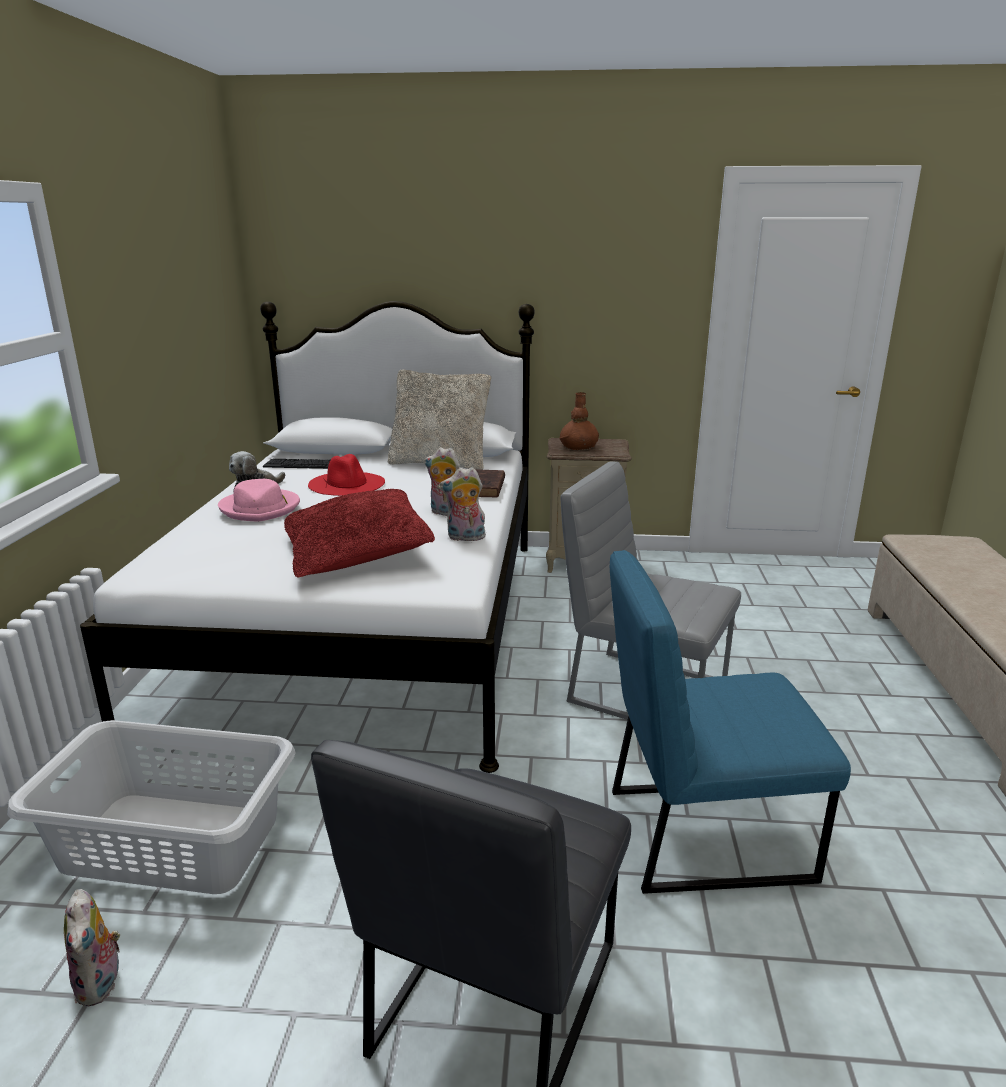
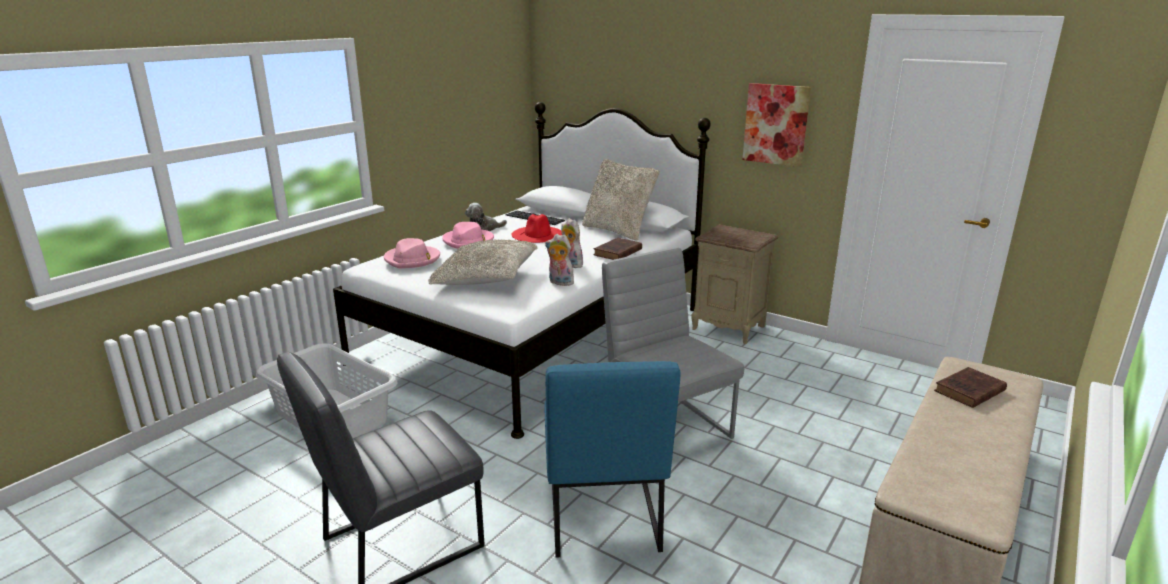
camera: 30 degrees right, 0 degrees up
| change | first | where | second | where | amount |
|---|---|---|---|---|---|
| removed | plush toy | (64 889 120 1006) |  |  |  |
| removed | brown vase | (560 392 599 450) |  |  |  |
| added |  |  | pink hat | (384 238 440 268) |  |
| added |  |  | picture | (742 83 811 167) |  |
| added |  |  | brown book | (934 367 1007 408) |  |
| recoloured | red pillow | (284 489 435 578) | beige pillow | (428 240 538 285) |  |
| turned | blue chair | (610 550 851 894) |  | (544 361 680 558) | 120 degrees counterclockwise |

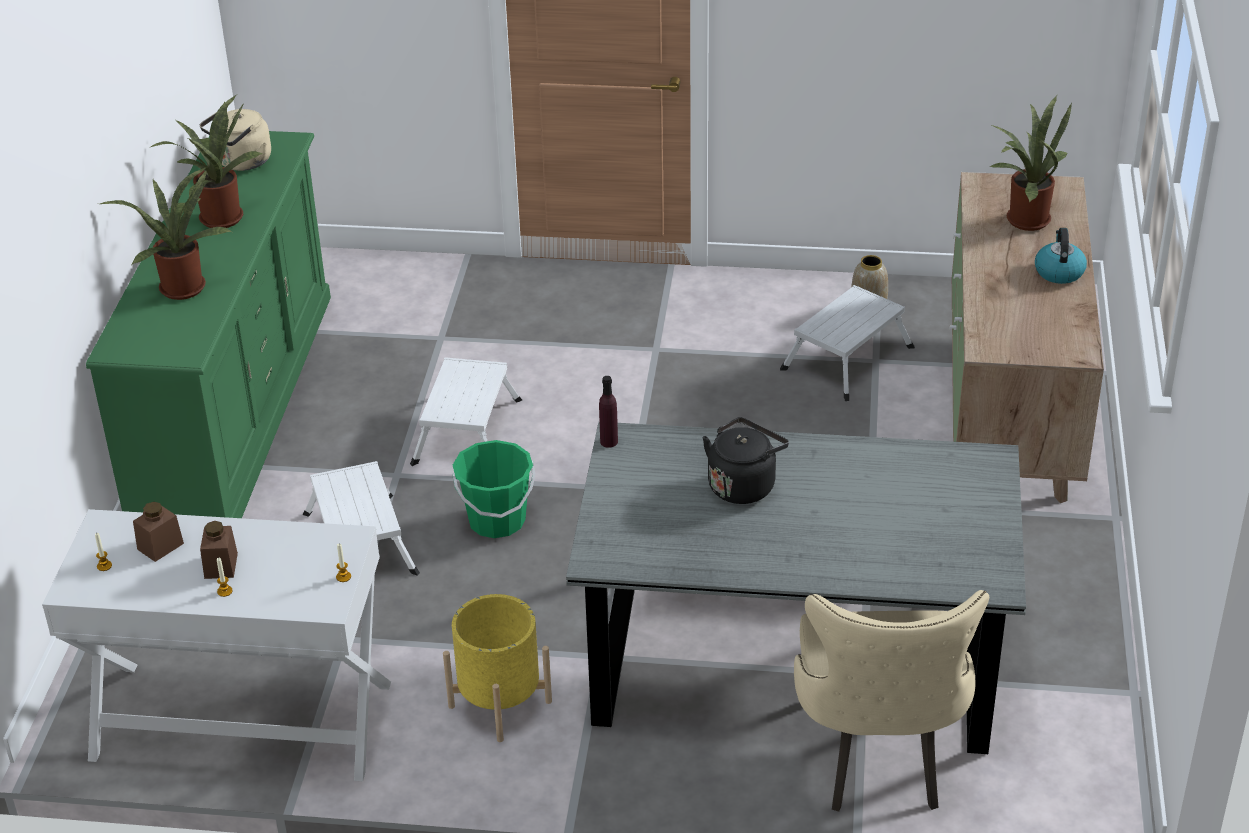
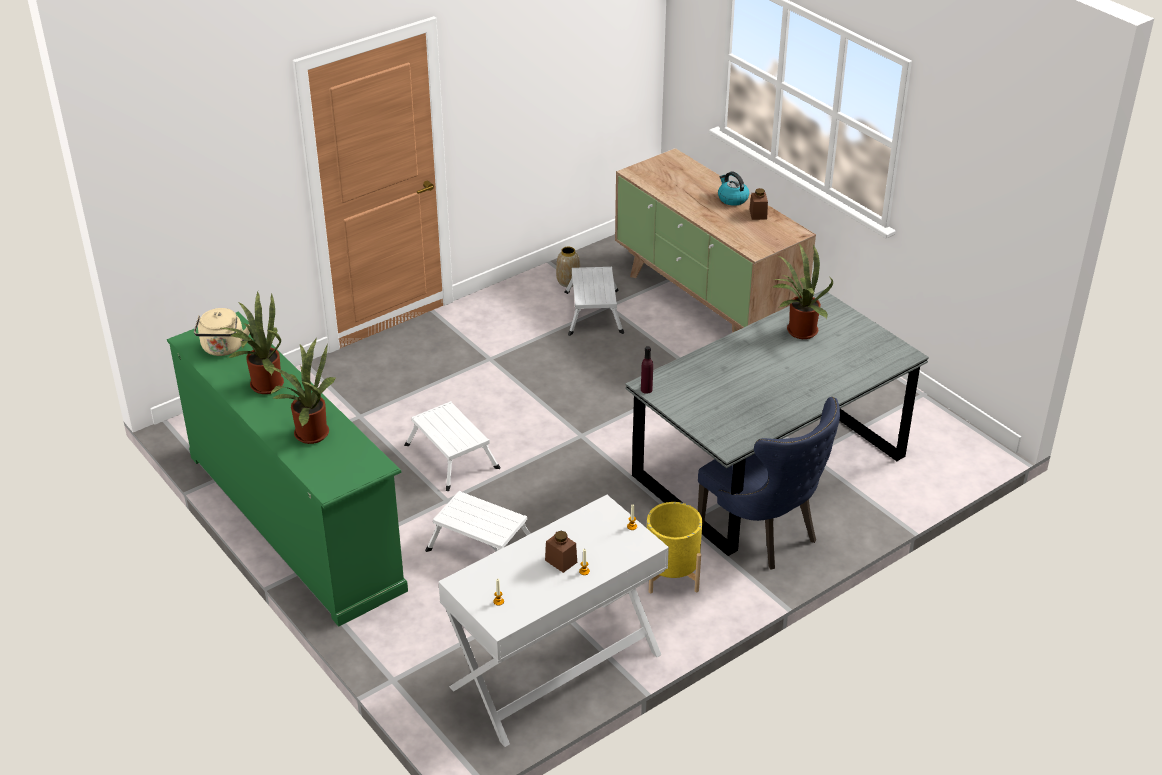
camera: 45 degrees left, 0 degrees up
| change | first | where | second | where | amount |
|---|---|---|---|---|---|
| removed | green bucket | (452 440 535 538) |  |  |  |
| removed | black kettle | (702 417 789 504) |  |  |  |
| removed | beige chair | (794 590 989 811) |  |  |  |
| added |  |  | blue chair | (698 397 840 570) |  |
| moved | brown jar | (133 502 184 562) |  | (749 188 768 220) |  |
| moved | potted plant | (990 96 1072 231) |  | (772 244 833 339) |  |

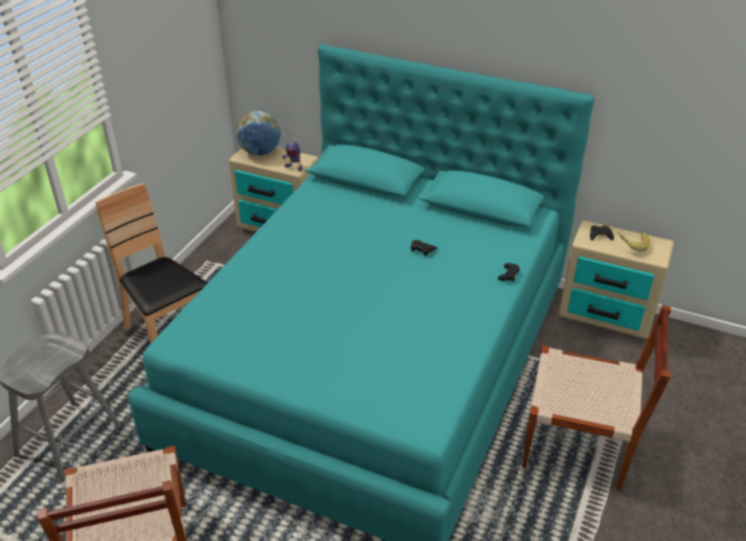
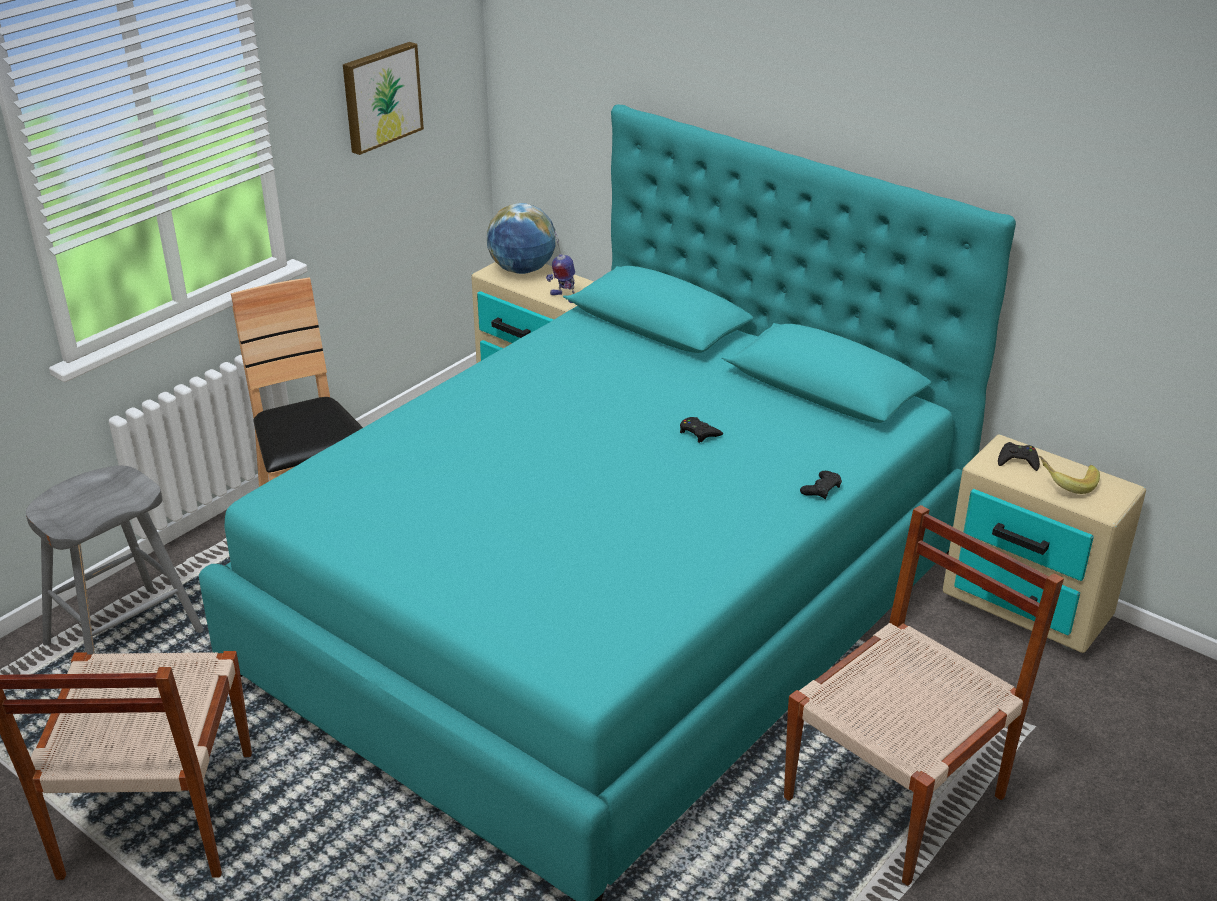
camera: 15 degrees right, 5 degrees down
| change | first | where | second | where | amount |
|---|---|---|---|---|---|
| added |  |  | picture | (343 42 424 155) |  |
| turned | chair | (522 305 671 491) |  | (784 505 1064 886) | 75 degrees counterclockwise |

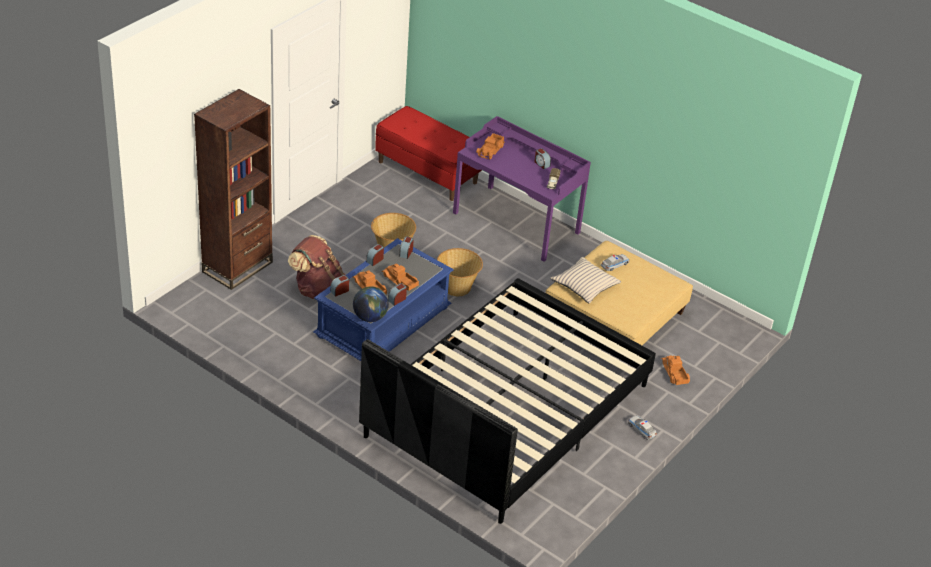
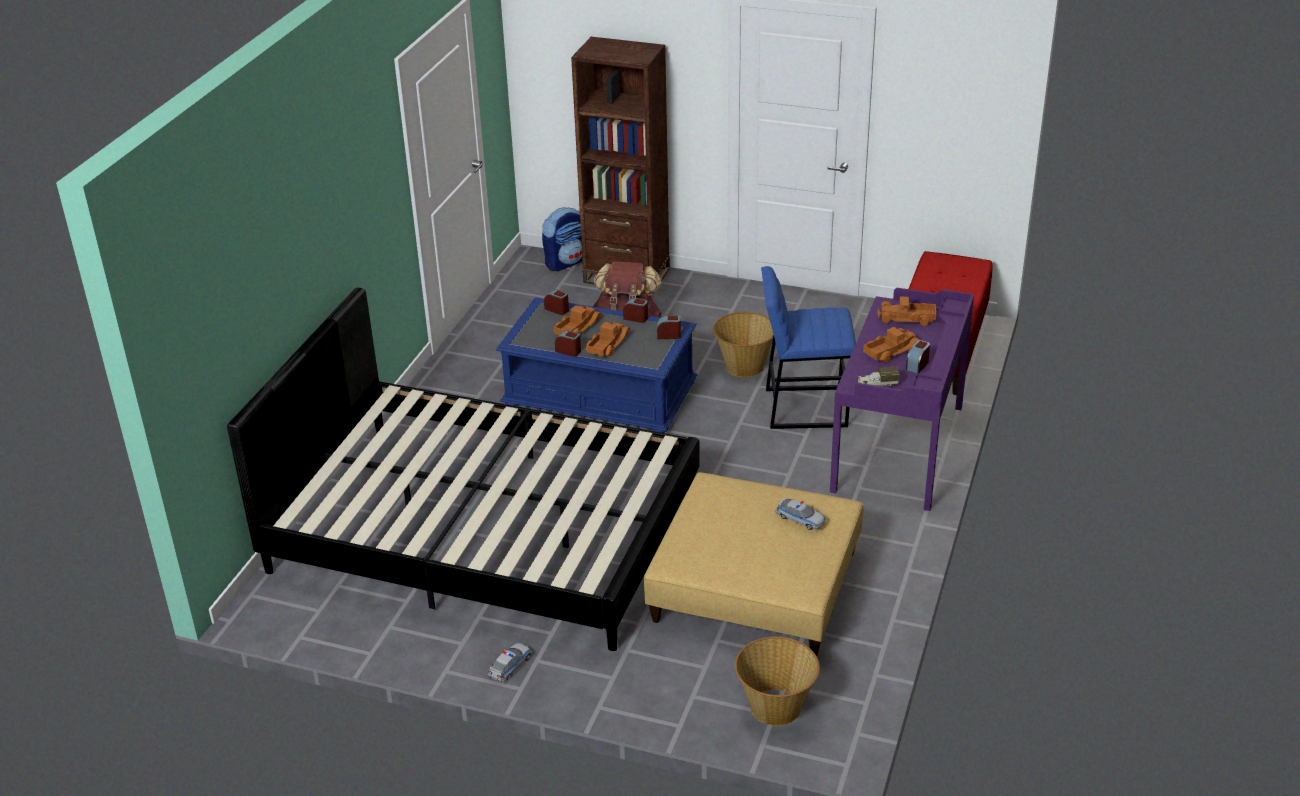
camera: 75 degrees right, 5 degrees down
| change | first | where | second | where | amount |
|---|---|---|---|---|---|
| removed | globe | (353 286 389 322) |  |  |  |
| removed | beige pillow | (550 257 621 304) |  |  |  |
| added |  |  | backpack | (542 207 582 271) |  |
| added |  |  | blue chair | (761 266 856 429) |  |
| moved | basket | (437 248 483 296) |  | (735 636 820 726) |  |
| moved | toy truck | (661 355 690 385) |  | (863 327 920 363) |  |

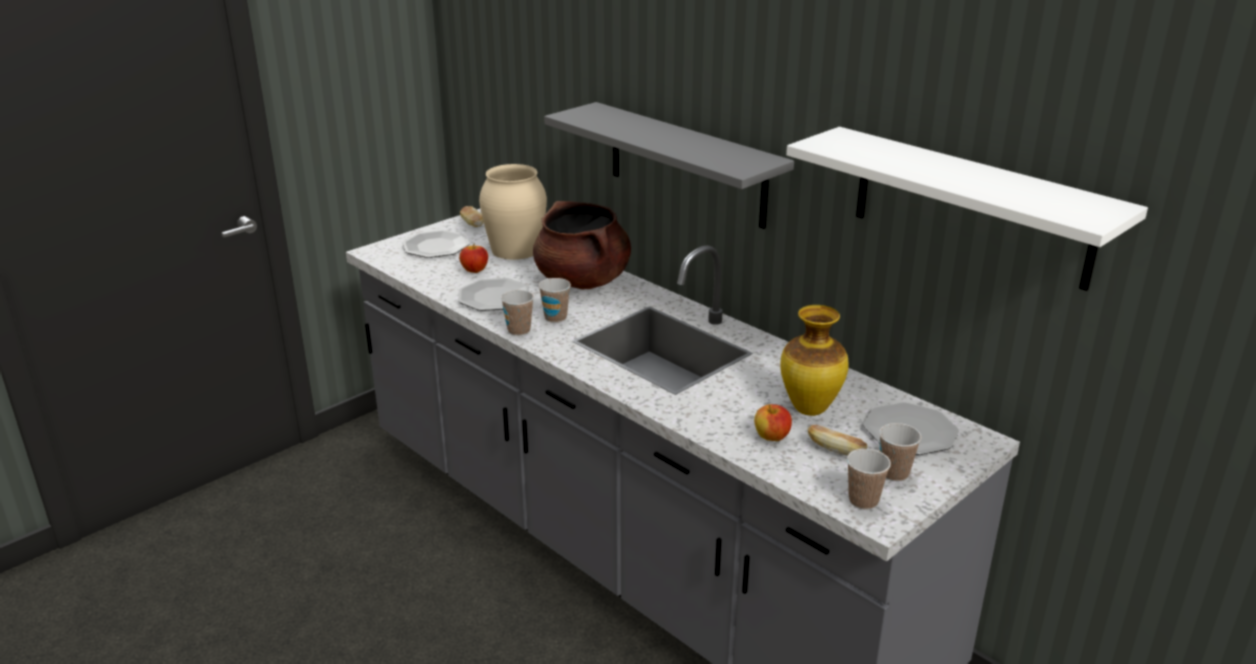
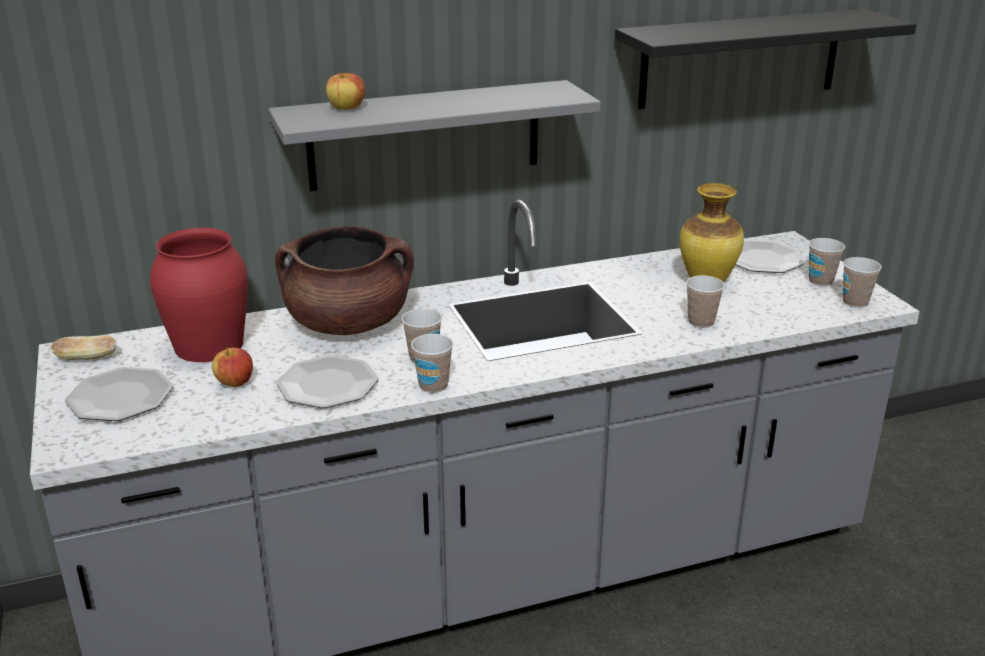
camera: 65 degrees left, 0 degrees up
| change | first | where | second | where | amount |
|---|---|---|---|---|---|
| removed | bread | (808 425 867 456) |  |  |  |
| added |  |  | cup | (686 275 725 328) |  |
| moved | apple | (754 404 792 441) |  | (326 71 365 110) |  |
| recoloured | beige vase | (479 164 547 260) | red vase | (150 228 248 362) |  |
| recoloured | white shelf | (786 127 1148 291) | black shelf | (615 9 916 109) |  |

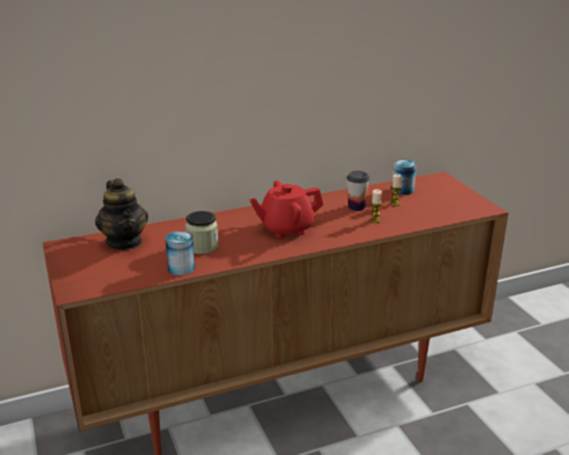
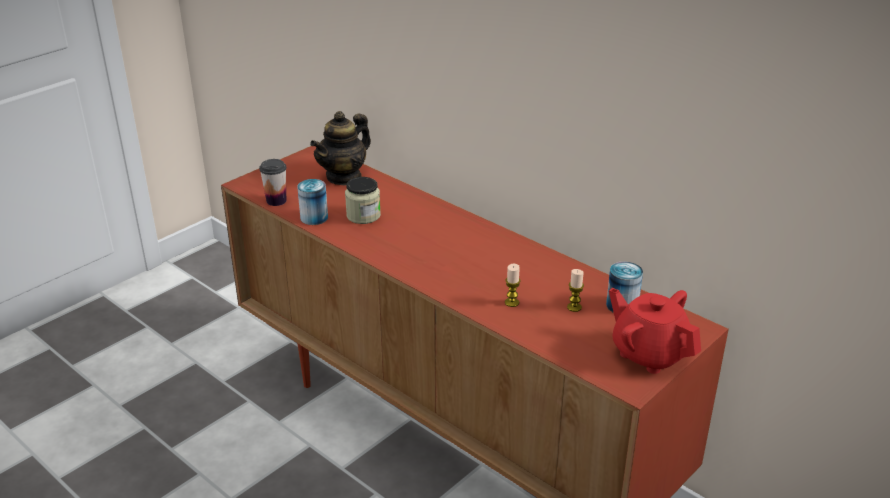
camera: 65 degrees right, 5 degrees up
| change | first | where | second | where | amount |
|---|---|---|---|---|---|
| moved | red teapot | (249 180 323 238) |  | (609 288 701 374) |  |
| moved | cup | (347 171 370 211) |  | (259 159 286 206) |  |

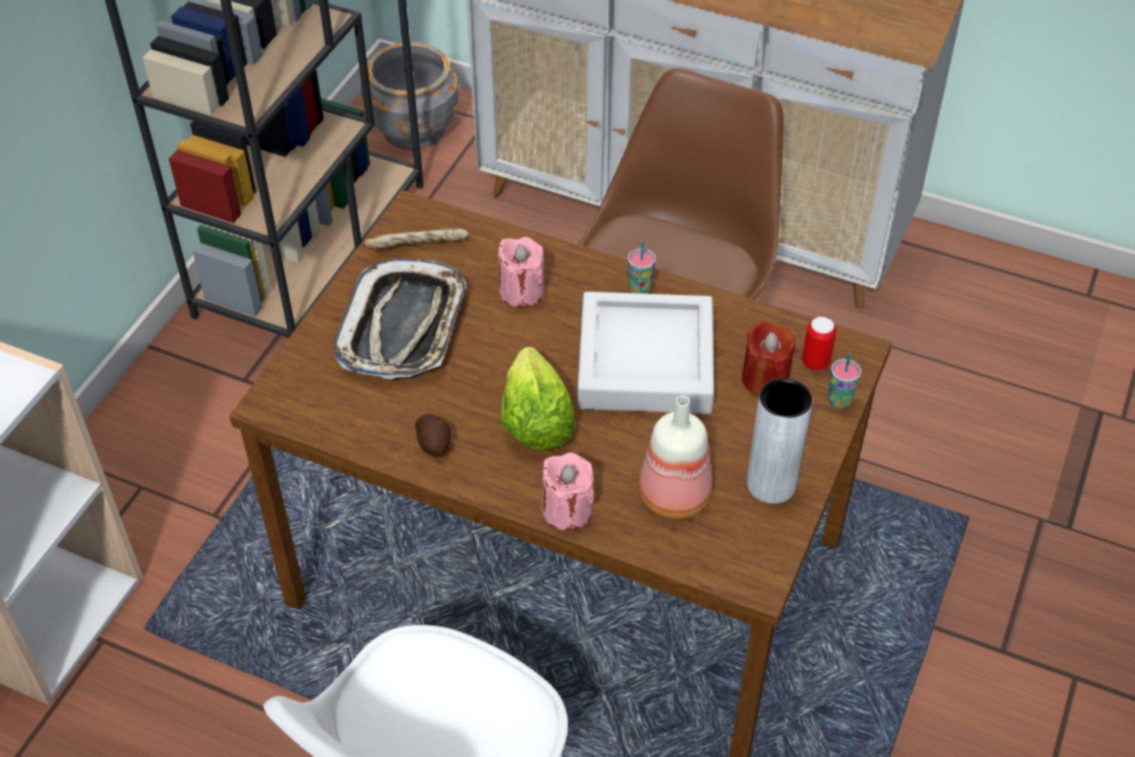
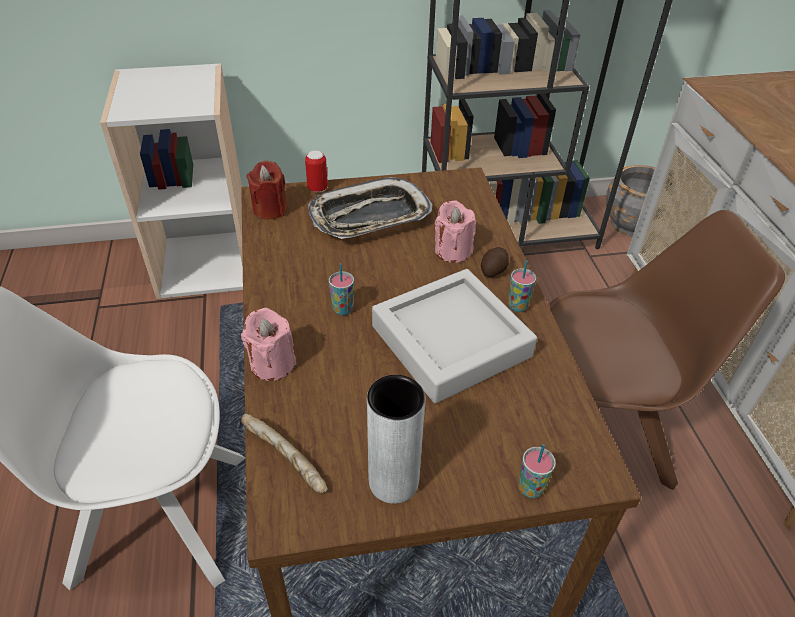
camera: 55 degrees right, 5 degrees down
| change | first | where | second | where | amount |
|---|---|---|---|---|---|
| removed | bottle | (639 396 712 519) |  |  |  |
| moved | bread | (365 229 469 249) |  | (241 414 327 493) |  |
| moved | potato | (415 414 451 457) |  | (481 247 509 277) |  |
| moved | red candle | (742 321 795 396) |  | (246 161 287 220) |  |
| moved | can | (802 317 837 370) |  | (305 151 328 193) |  |
| replaced | lettuce | (501 347 575 450) | cup | (329 263 354 315) |  |

